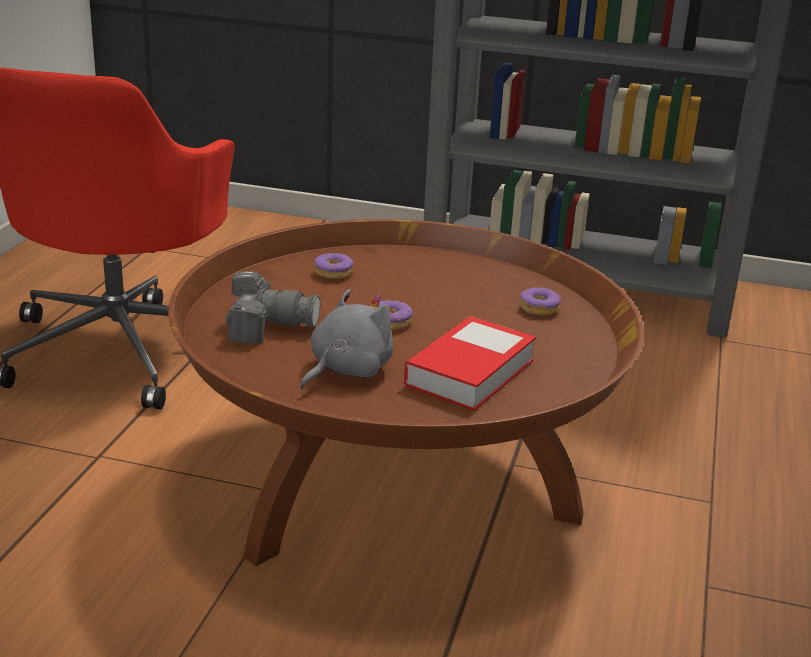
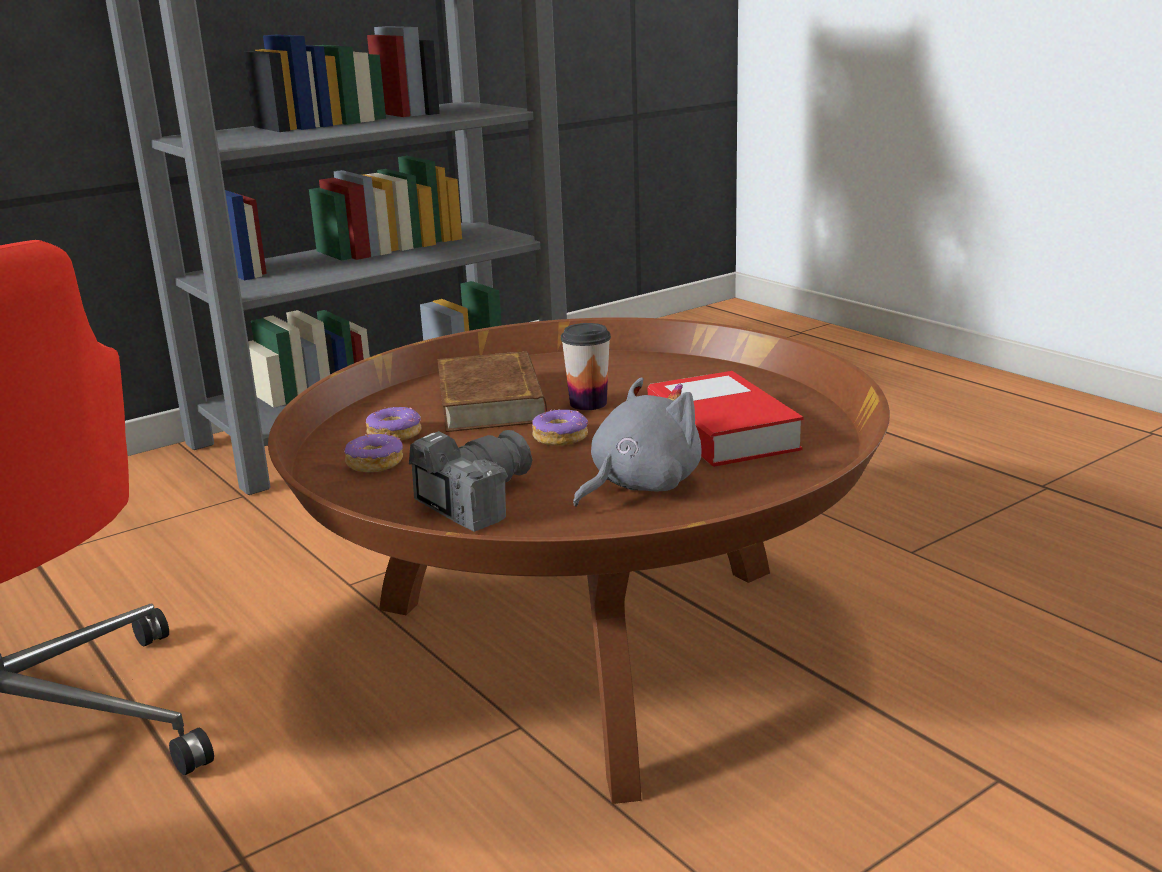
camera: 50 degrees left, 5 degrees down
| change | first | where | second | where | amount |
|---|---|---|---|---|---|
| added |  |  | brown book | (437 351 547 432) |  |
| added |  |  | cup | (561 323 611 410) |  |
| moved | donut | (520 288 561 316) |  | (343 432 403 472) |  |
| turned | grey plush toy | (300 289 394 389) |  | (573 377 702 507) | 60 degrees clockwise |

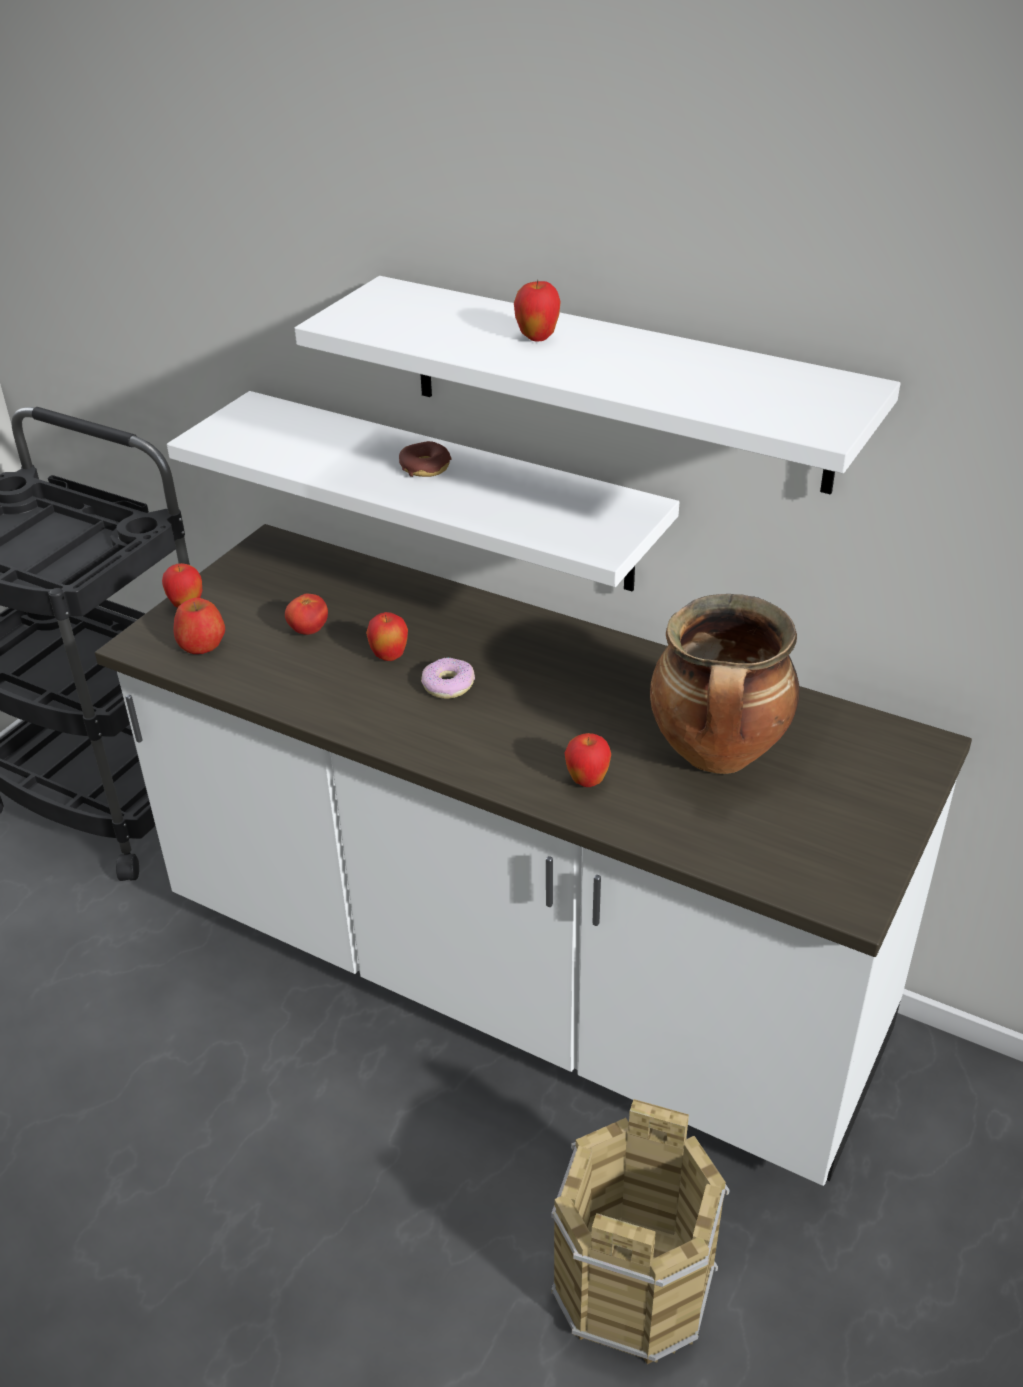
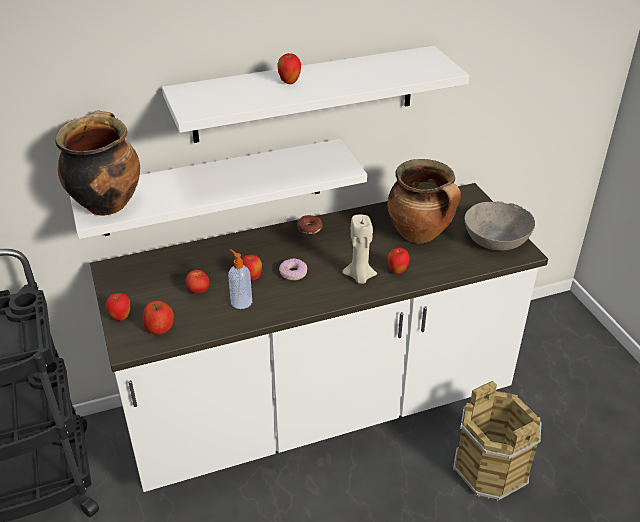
camera: 50 degrees left, 0 degrees up
| change | first | where | second | where | amount |
|---|---|---|---|---|---|
| added |  |  | cooking pot | (55 111 140 216) |  |
| added |  |  | soap dispenser | (228 249 252 309) |  |
| added |  |  | beige candle | (342 215 377 284) |  |
| added |  |  | grey bowl | (465 201 535 251) |  |
| moved | donut | (399 441 452 477) |  | (297 215 322 235) |  |

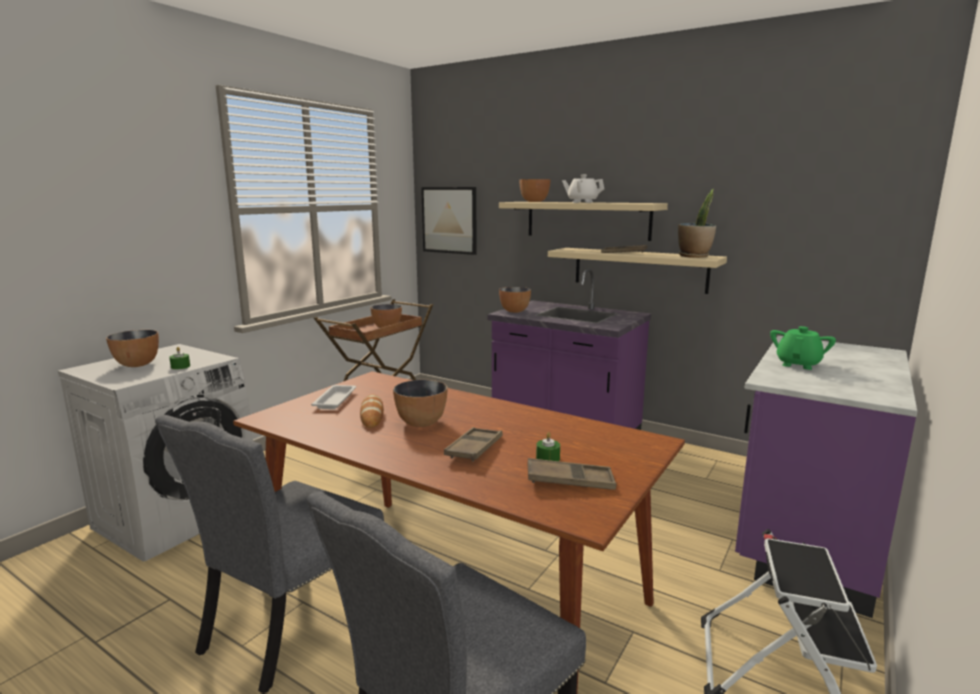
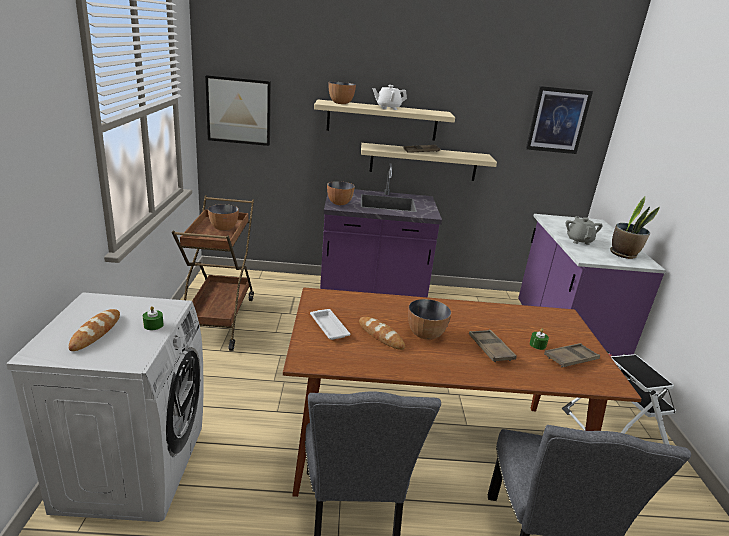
camera: 35 degrees left, 10 degrees up
| change | first | where | second | where | amount |
|---|---|---|---|---|---|
| added |  |  | picture | (526 86 593 154) |  |
| moved | potted plant | (678 189 716 258) |  | (610 196 660 259) |  |
| replaced | bowl | (106 330 159 367) | bread | (68 309 120 351) |  |
| recoloured | green teapot | (770 326 836 370) | grey teapot | (566 216 603 245) |  |

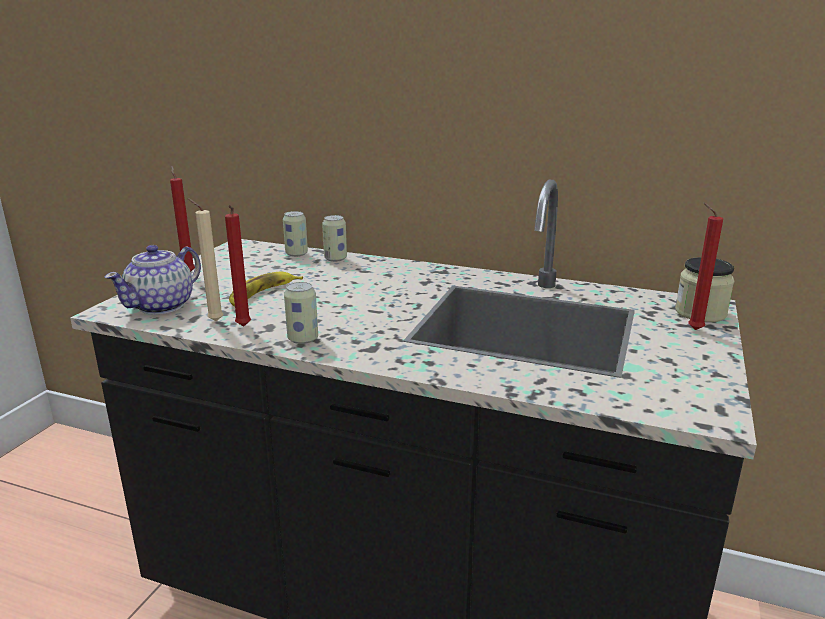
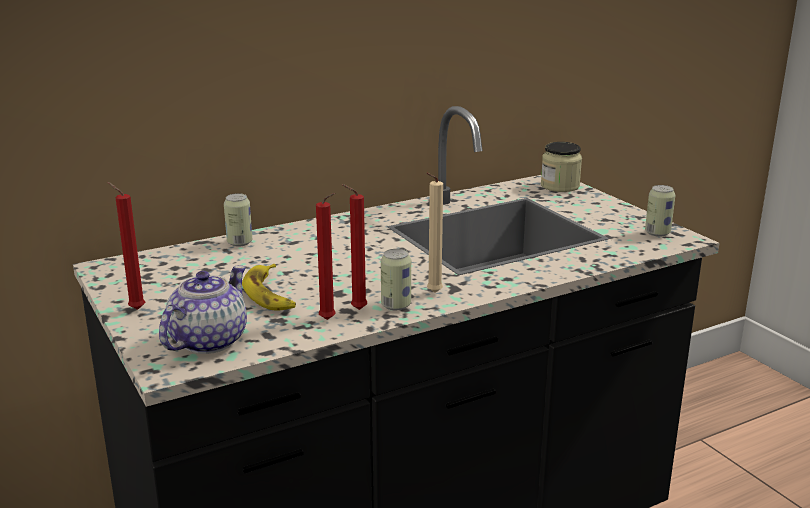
camera: 50 degrees left, 0 degrees up
| change | first | where | second | where | amount |
|---|---|---|---|---|---|
| moved | beige candle | (187 198 223 321) |  | (426 173 443 293) |  |
| moved | can | (283 211 308 257) |  | (645 185 676 237) |  |
| moved | red candle | (688 202 723 330) |  | (342 184 367 310) |  |
| turned | teapot | (105 245 201 315) |  | (159 265 247 354) | 135 degrees counterclockwise |

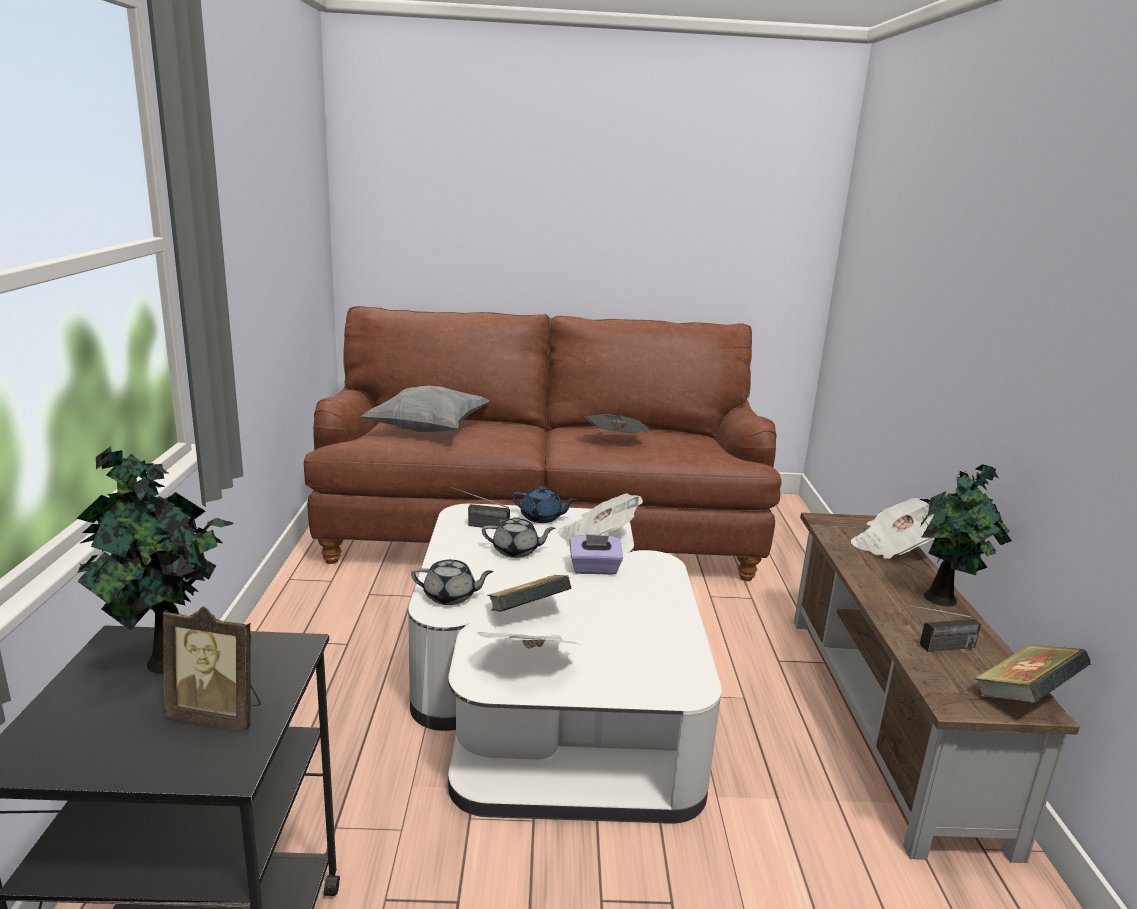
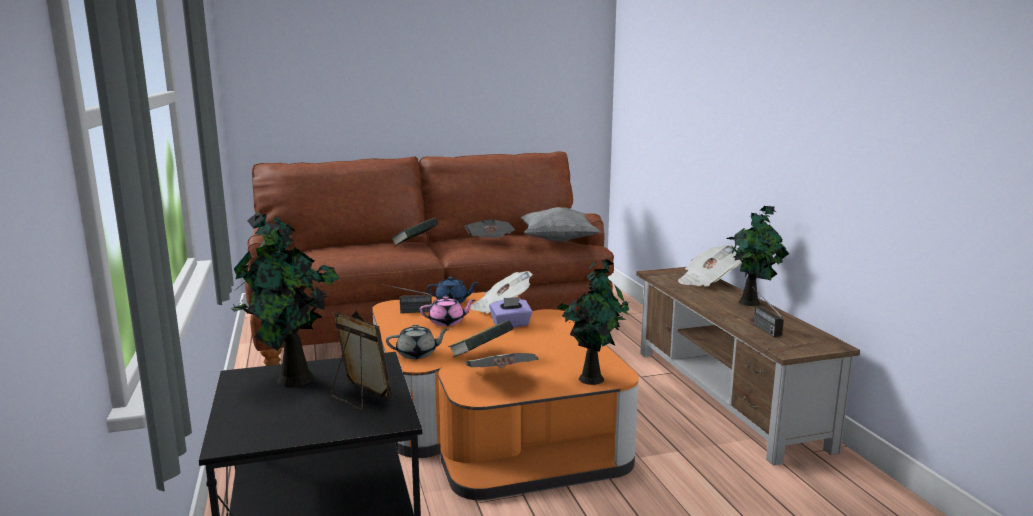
camera: 15 degrees left, 5 degrees down
| change | first | where | second | where | amount |
|---|---|---|---|---|---|
| added |  |  | potted plant | (557 259 629 385) |  |
| moved | grey pillow | (362 385 489 432) |  | (520 207 601 242) |  |
| moved | book | (974 645 1091 703) |  | (391 218 439 246) |  |
| recoloured | white coffee table | (408 503 722 824) | orange coffee table | (372 292 639 500) |  |
| recoloured | grey teapot | (482 517 556 558) | pink teapot | (420 296 475 326) |  |
| turned | picture frame | (163 606 261 730) |  | (331 311 393 410) | 135 degrees counterclockwise |
| turned | radio | (903 604 981 652) |  | (753 294 784 337) | 105 degrees clockwise |

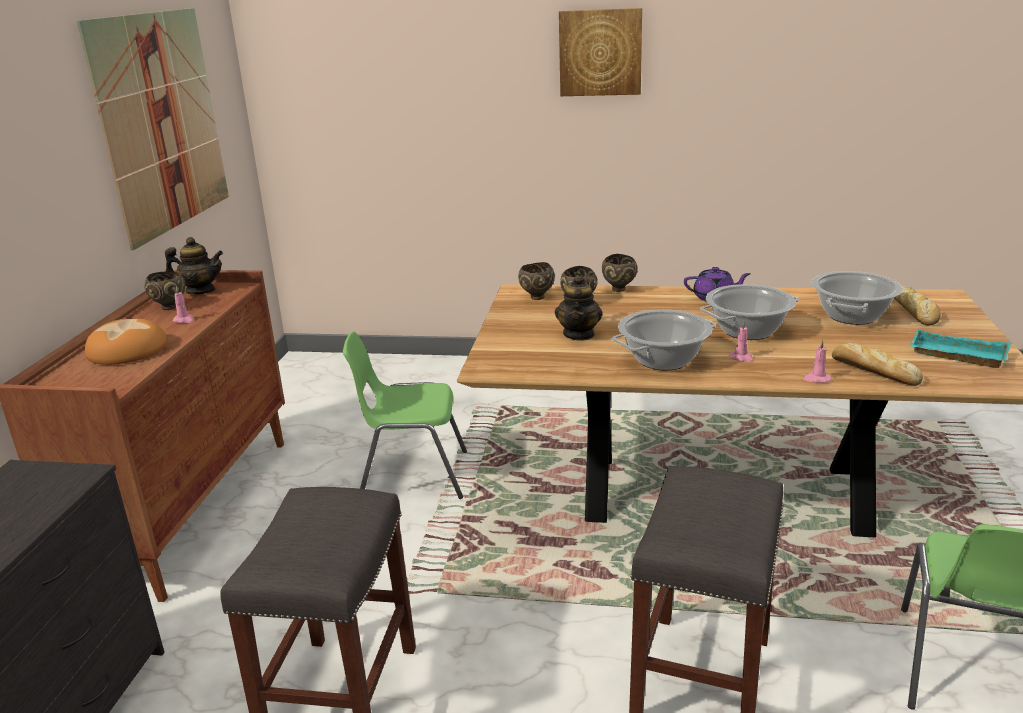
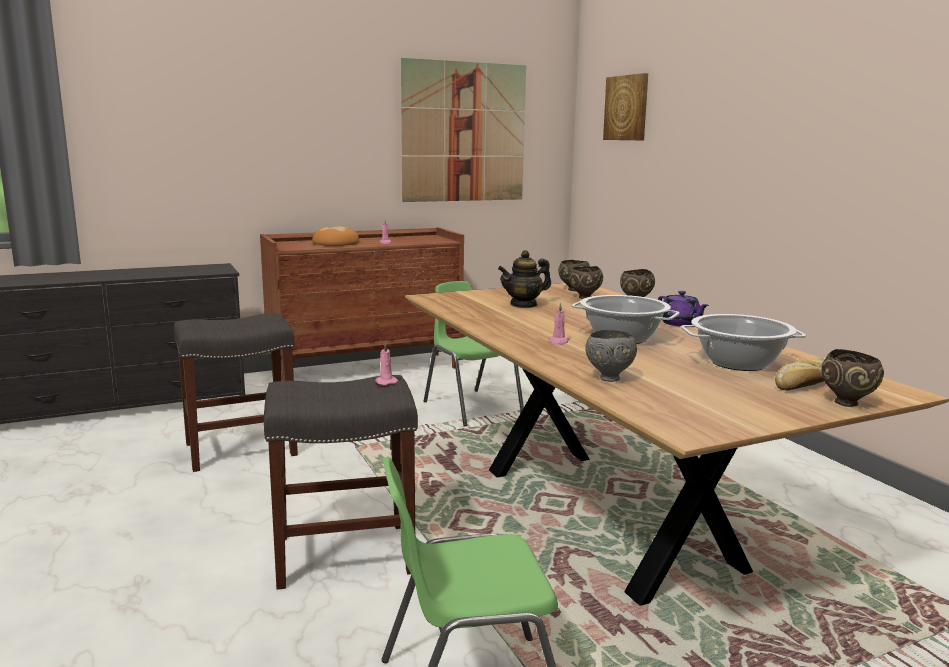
camera: 55 degrees right, 10 degrees down
| change | first | where | second | where | amount |
|---|---|---|---|---|---|
| removed | teapot | (165 237 223 295) |  |  |  |
| removed | cooking pot | (612 309 716 370) |  |  |  |
| removed | turquoise tray | (909 329 1011 368) |  |  |  |
| moved | brown bowl | (144 272 186 310) |  | (821 349 884 407) |  |
| moved | picture | (559 8 642 96) |  | (603 73 648 140) |  |
| moved | pink candle | (803 339 831 383) |  | (375 342 398 385) |  |
| replaced | bread | (832 343 923 386) | grey bowl | (585 330 637 382) |  |

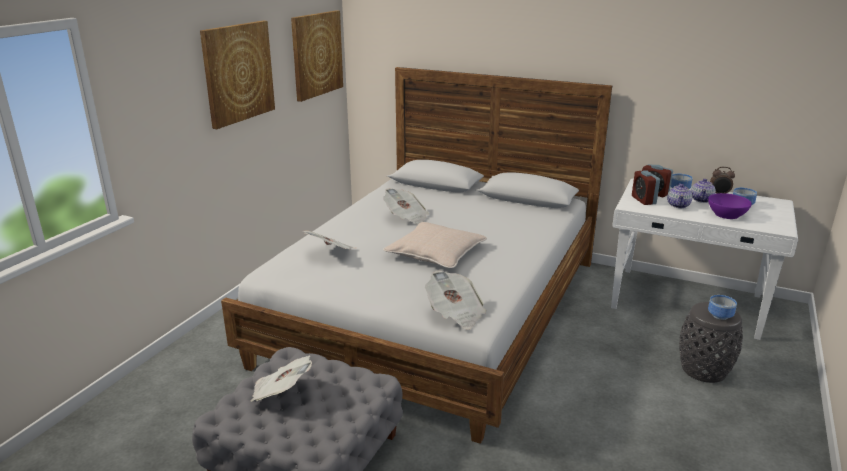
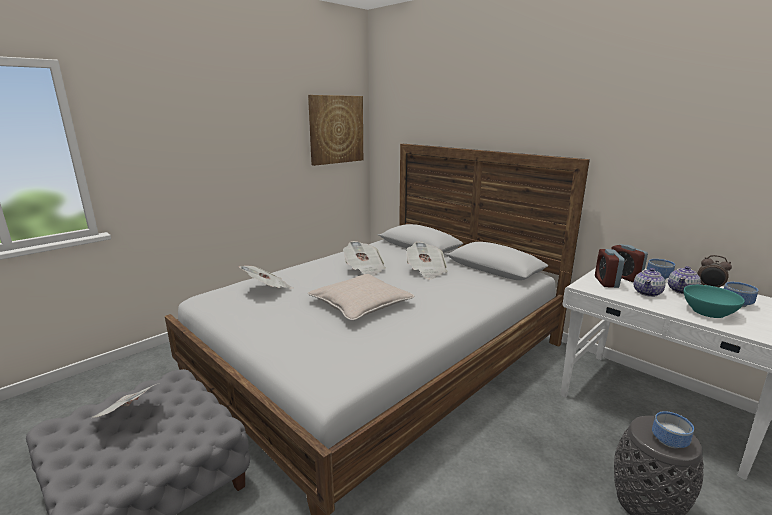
camera: 20 degrees right, 5 degrees down
| change | first | where | second | where | amount |
|---|---|---|---|---|---|
| removed | picture | (200 21 275 129) |  |  |  |
| moved | newspaper | (425 270 486 330) |  | (407 242 448 280) |  |
| recoloured | purple bowl | (708 193 752 219) | turquoise bowl | (684 285 745 318) |  |

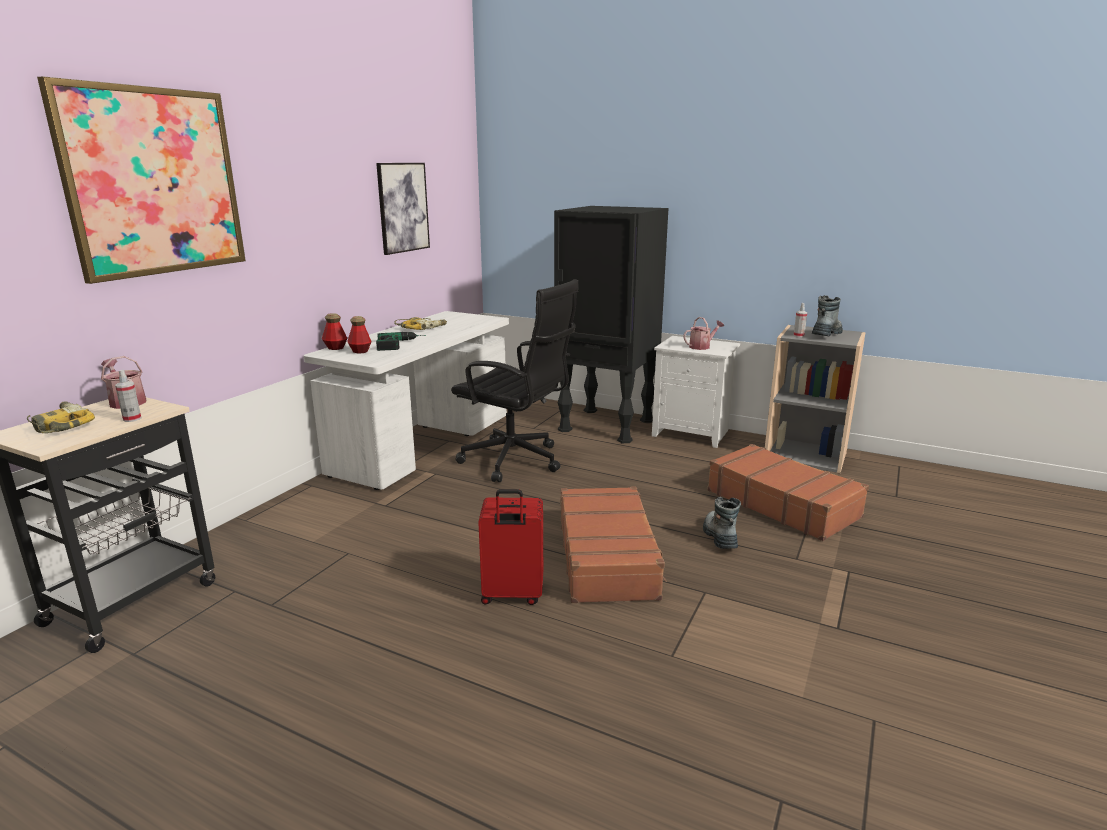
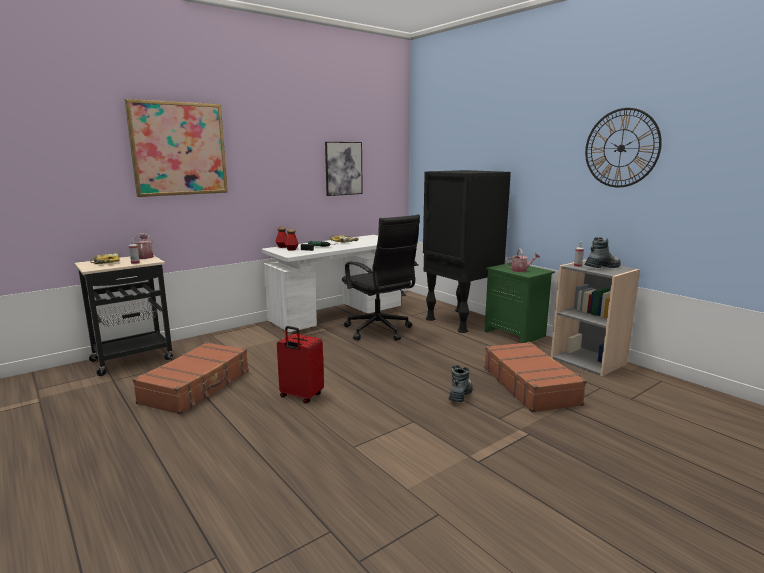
camera: 25 degrees right, 5 degrees down
| change | first | where | second | where | amount |
|---|---|---|---|---|---|
| added |  |  | wall clock | (585 108 662 187) |  |
| moved | brown suitcase | (560 486 667 603) |  | (133 342 249 415) |  |
| recoloured | white nightstand | (652 336 740 448) | green nightstand | (484 263 555 343) |  |

